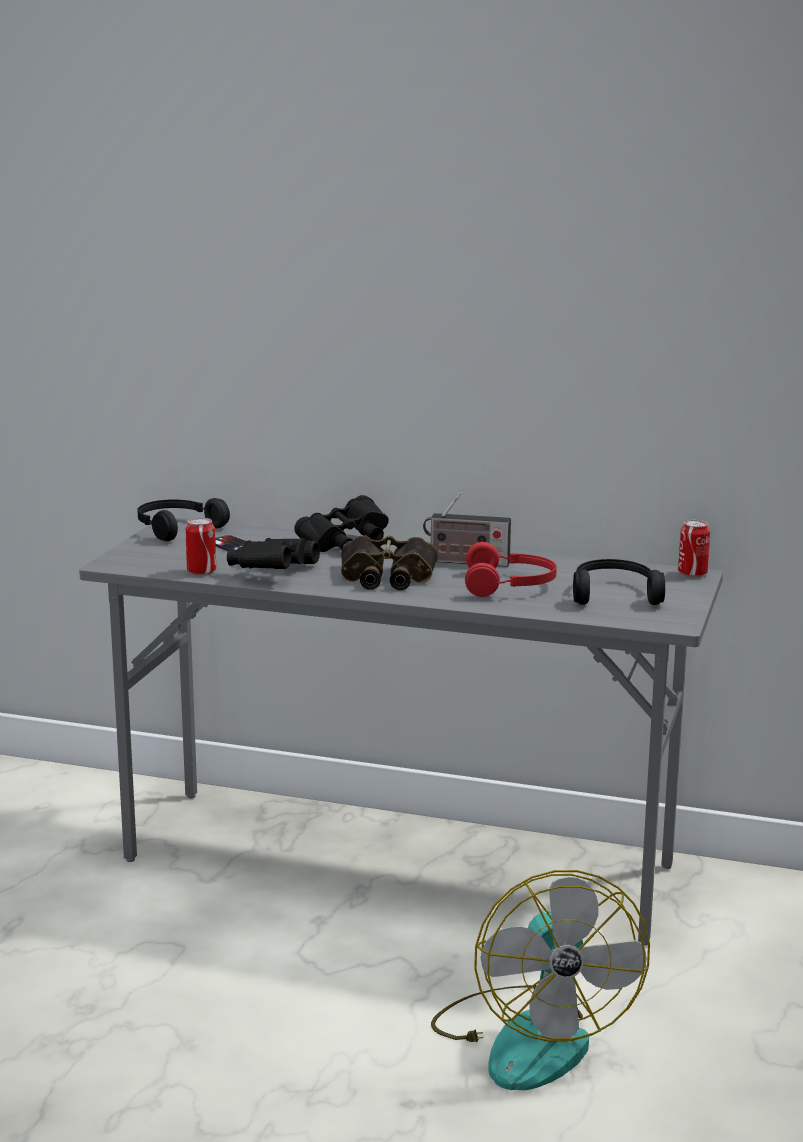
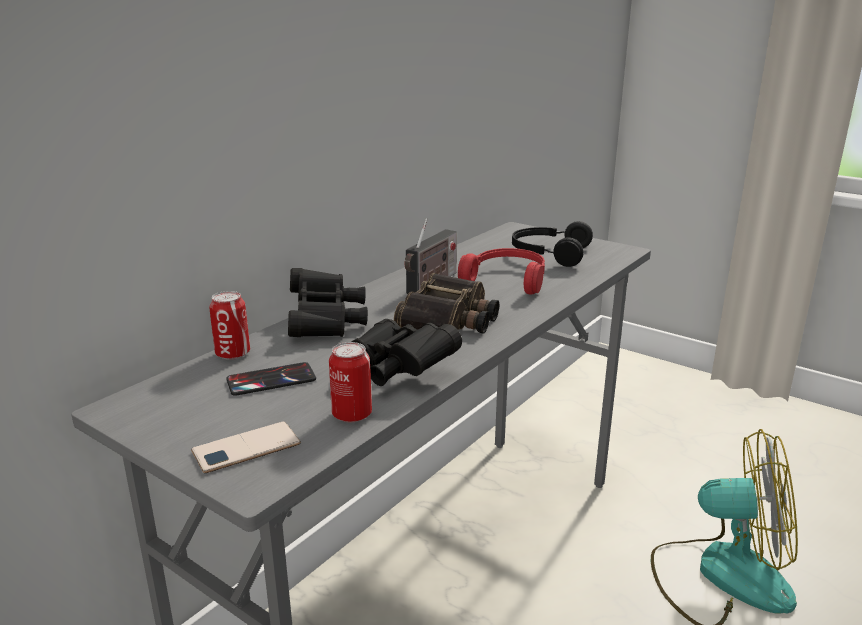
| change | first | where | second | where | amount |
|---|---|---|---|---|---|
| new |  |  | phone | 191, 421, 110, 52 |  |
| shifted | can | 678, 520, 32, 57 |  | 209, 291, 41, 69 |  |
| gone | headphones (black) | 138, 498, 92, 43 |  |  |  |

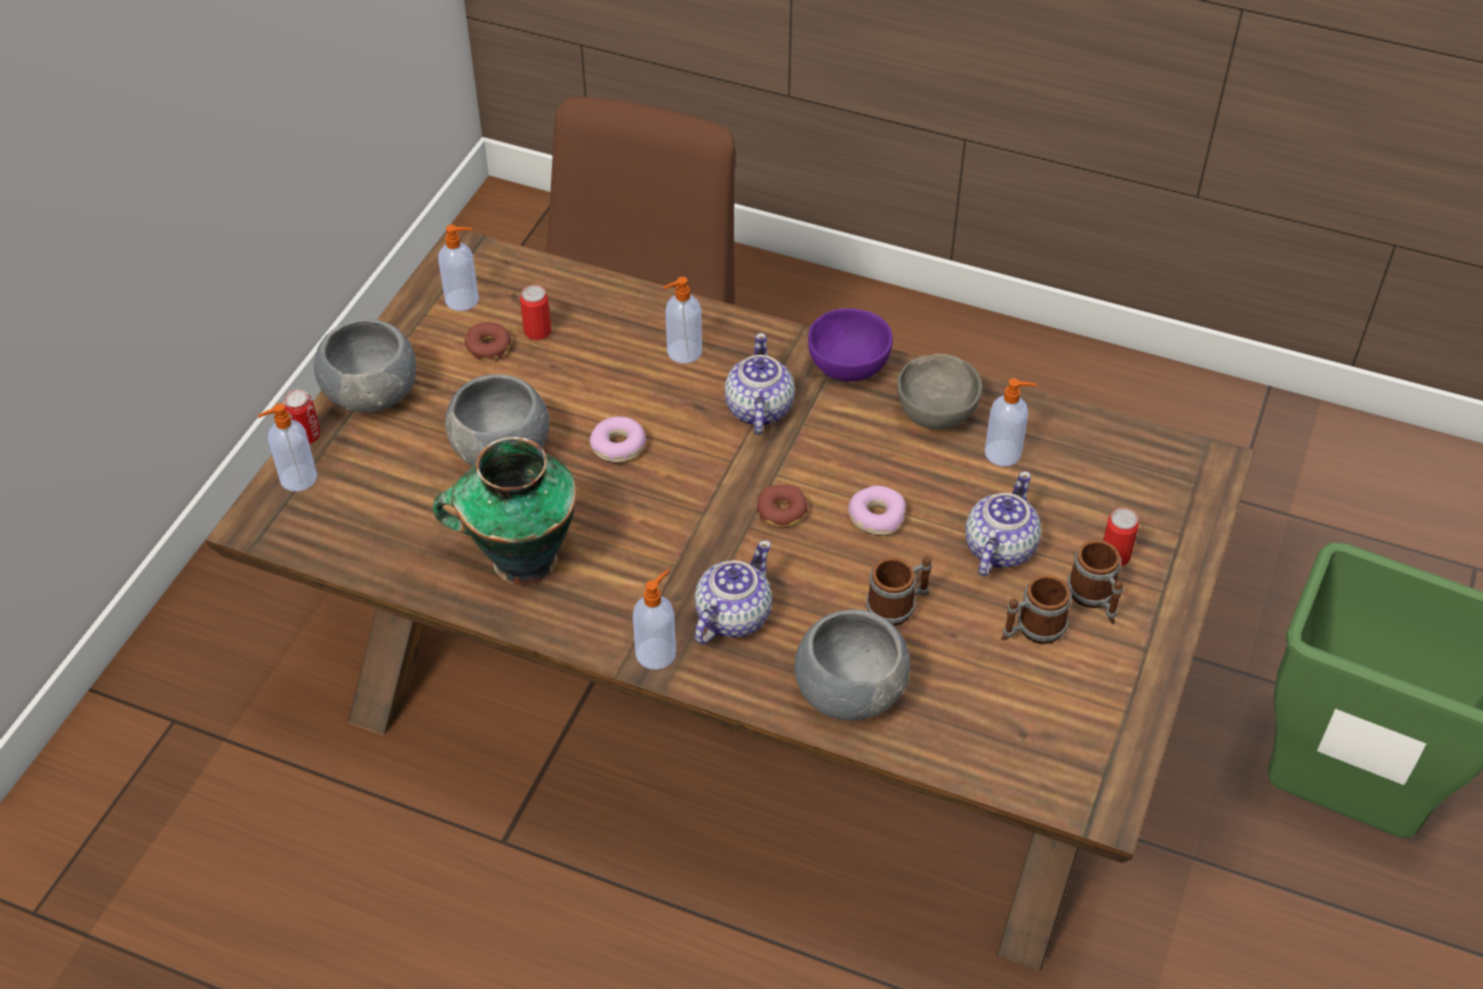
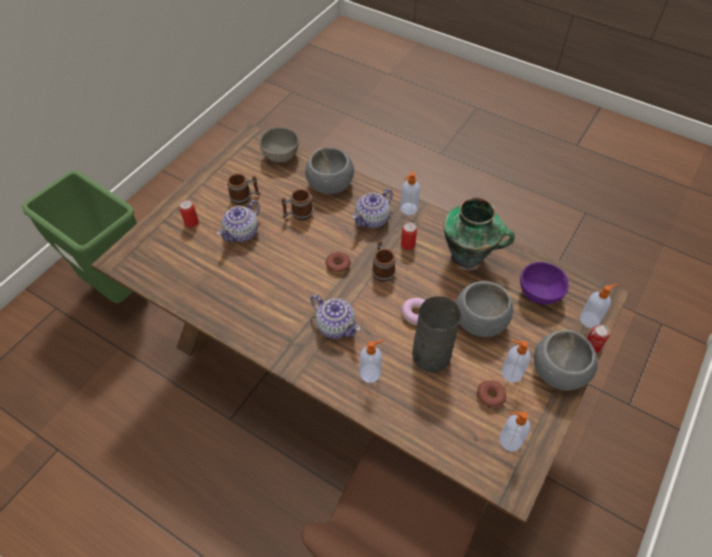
| change | first | where | second | where | amount |
|---|---|---|---|---|---|
| shifted | bowl (grey) | 897, 354, 85, 75 |  | 259, 127, 40, 35 |  |
| rotated | teapot | 724, 333, 71, 102 |  | 310, 295, 51, 44 | 60 degrees counterclockwise |
| shifted | mug | 1068, 540, 55, 84 |  | 372, 240, 24, 42 |  |
| shifted | can | 520, 285, 31, 55 |  | 401, 222, 16, 28 |  |
| new |  |  | vase (grey) | 412, 296, 49, 76 |  |
| shifted | soap dispenser | 985, 378, 52, 88 |  | 502, 340, 29, 43 |  |
| shifted | bowl (purple) | 808, 308, 85, 73 |  | 520, 262, 49, 43 |  |
| gone | donut | 848, 486, 58, 50 |  |  |  |

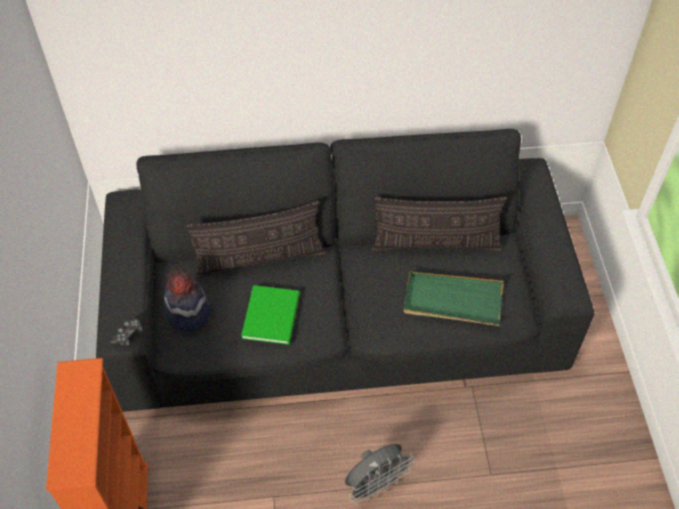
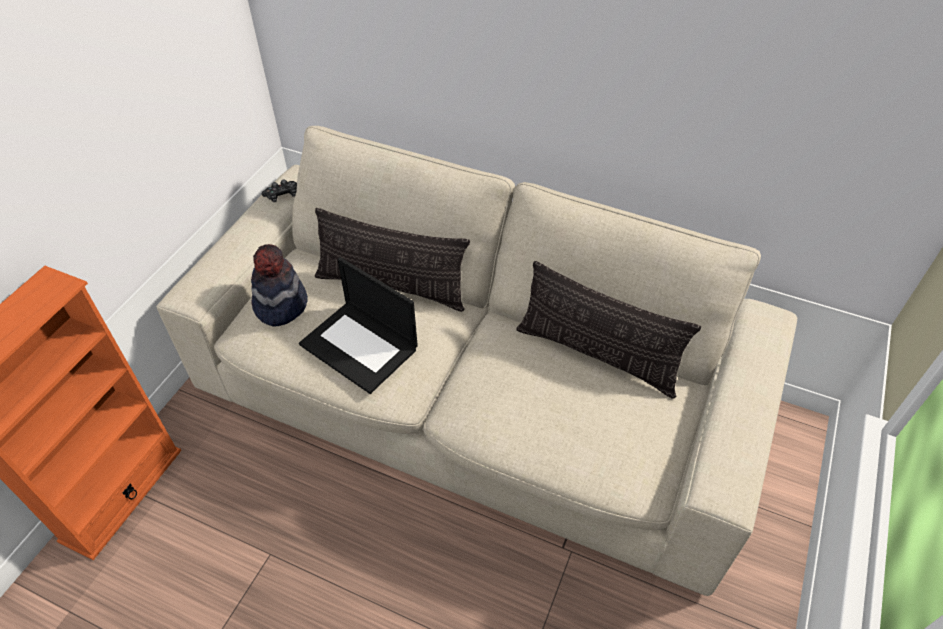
| change | first | where | second | where | amount |
|---|---|---|---|---|---|
| repainted | sofa (black) | 96, 129, 499, 283 | sofa (beige) | 156, 126, 641, 470 |  |
| shifted | game controller | 108, 317, 34, 29 |  | 262, 179, 35, 23 |  |
| swapped | book (green) | 241, 285, 59, 60 | laptop | 299, 257, 119, 137 |  |
| gone | fan (grey) | 345, 444, 70, 60 |  |  |  |
| gone | tray (green) | 404, 271, 100, 55 |  |  |  |

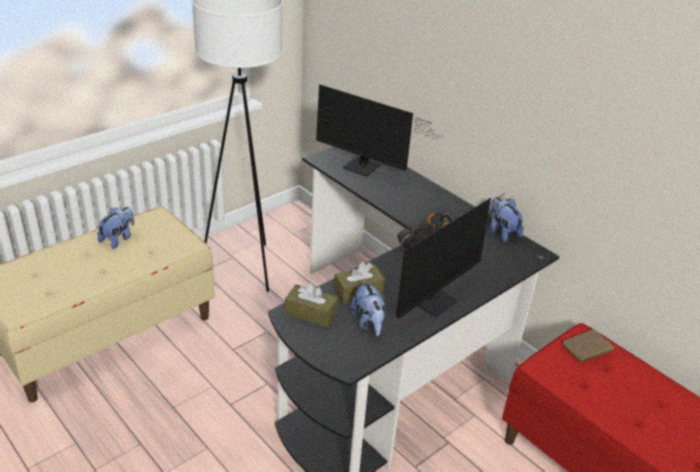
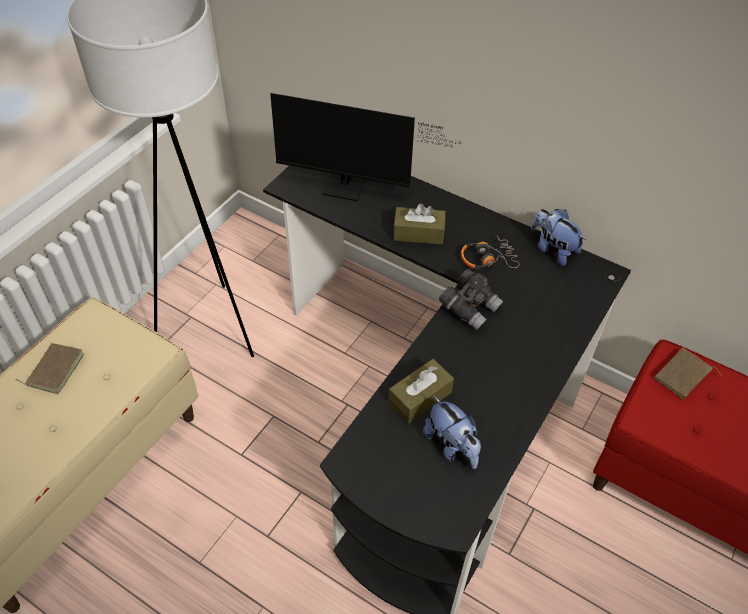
| change | first | where | second | where | amount |
|---|---|---|---|---|---|
| swapped | plush toy | 97, 207, 37, 42 | book (brown) | 17, 343, 67, 51 |  |
| shifted | tissue box (brown) | 285, 283, 53, 44 |  | 393, 203, 53, 41 |  |
| gone | monitor | 396, 193, 114, 125 |  |  |  |

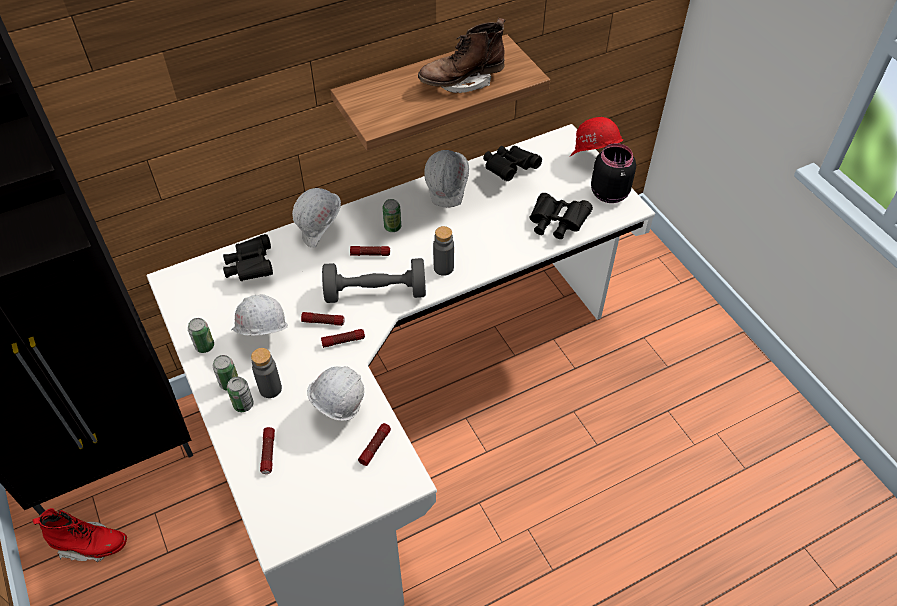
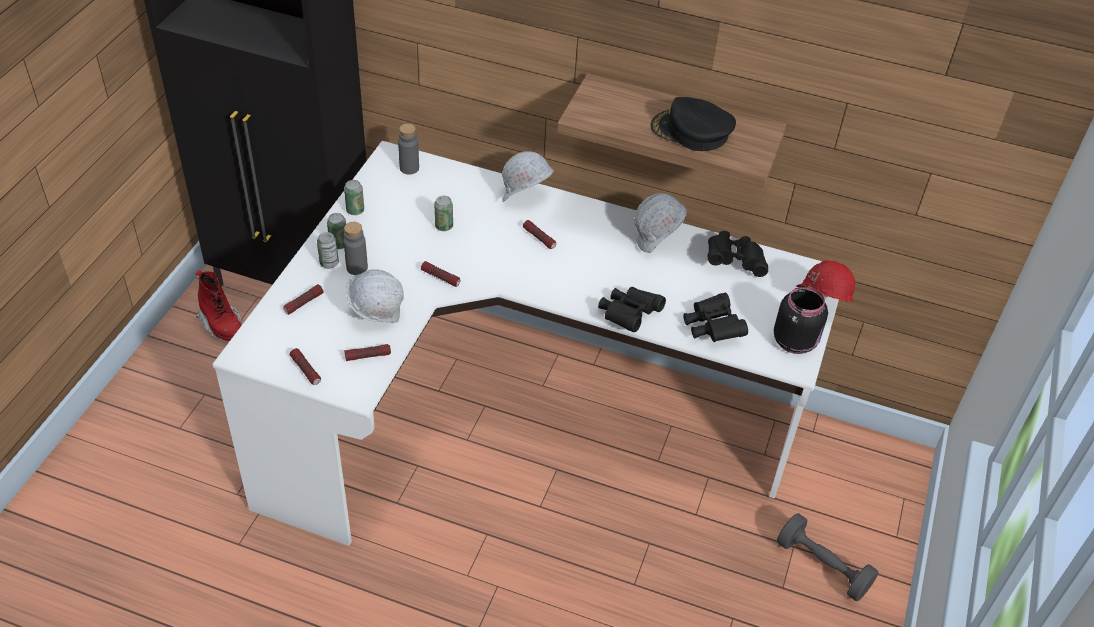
| change | first | where | second | where | amount |
|---|---|---|---|---|---|
| shifted | flashlight | 301, 312, 44, 14 |  | 290, 348, 31, 37 |  |
| shifted | bottle (grey) | 433, 226, 21, 50 |  | 398, 124, 21, 51 |  |
| shifted | can | 383, 199, 18, 33 |  | 434, 196, 19, 35 |  |
| shifted | binoculars (black) | 223, 234, 50, 47 |  | 598, 287, 68, 45 |  |
| swapped | boot (brown) | 418, 18, 88, 75 | cap (black) | 650, 97, 86, 54 |  |
| shifted | dumbbell (grey) | 322, 258, 104, 45 |  | 777, 513, 101, 88 |  |
| gone | hard hat (white) | 231, 294, 57, 42 |  |  |  |

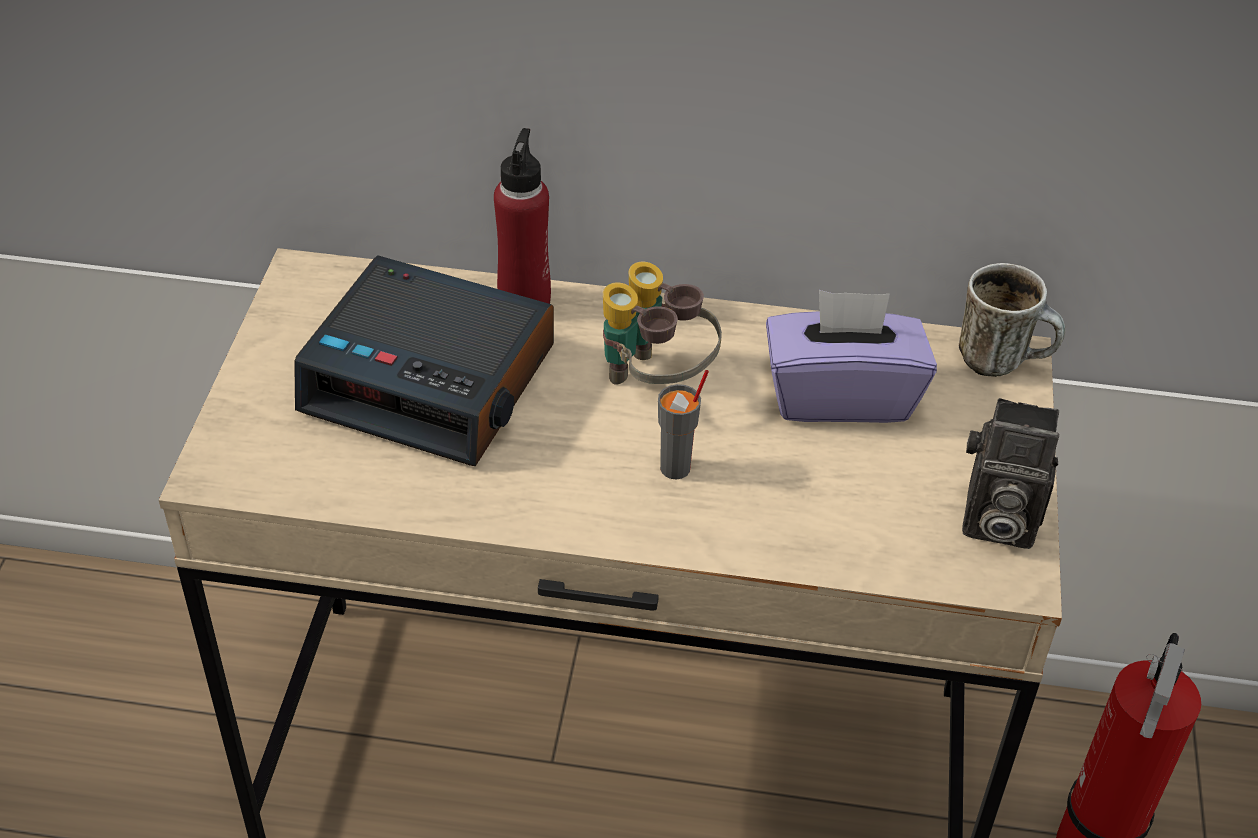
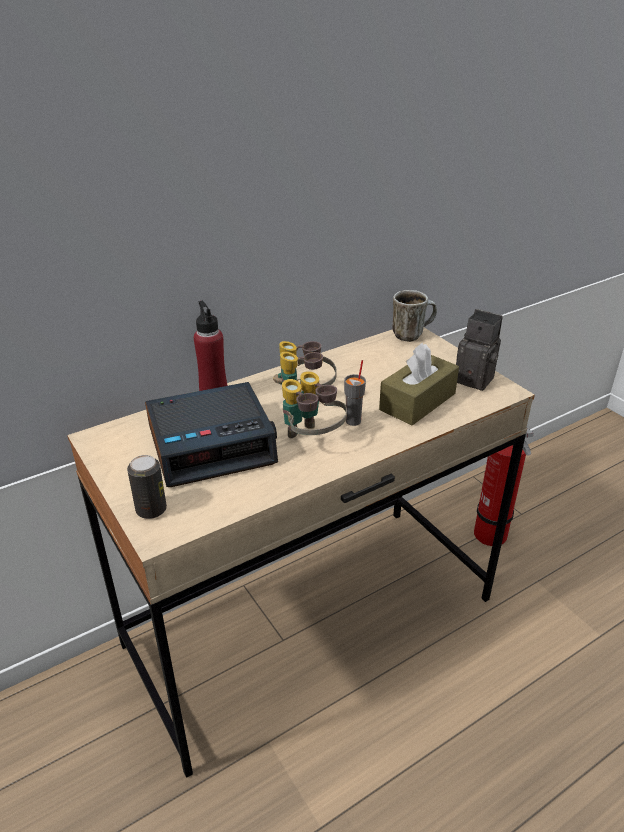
| change | first | where | second | where | amount |
|---|---|---|---|---|---|
| new |  |  | can | 127, 455, 40, 64 |  |
| new |  |  | binoculars | 282, 371, 65, 67 |  |
| new |  |  | tissue box (brown) | 379, 343, 80, 82 |  |
| rotated | photo camera | 962, 398, 97, 151 |  | 456, 309, 47, 82 | 120 degrees counterclockwise |
| gone | tissue box (purple) | 766, 290, 171, 133 |  |  |  |

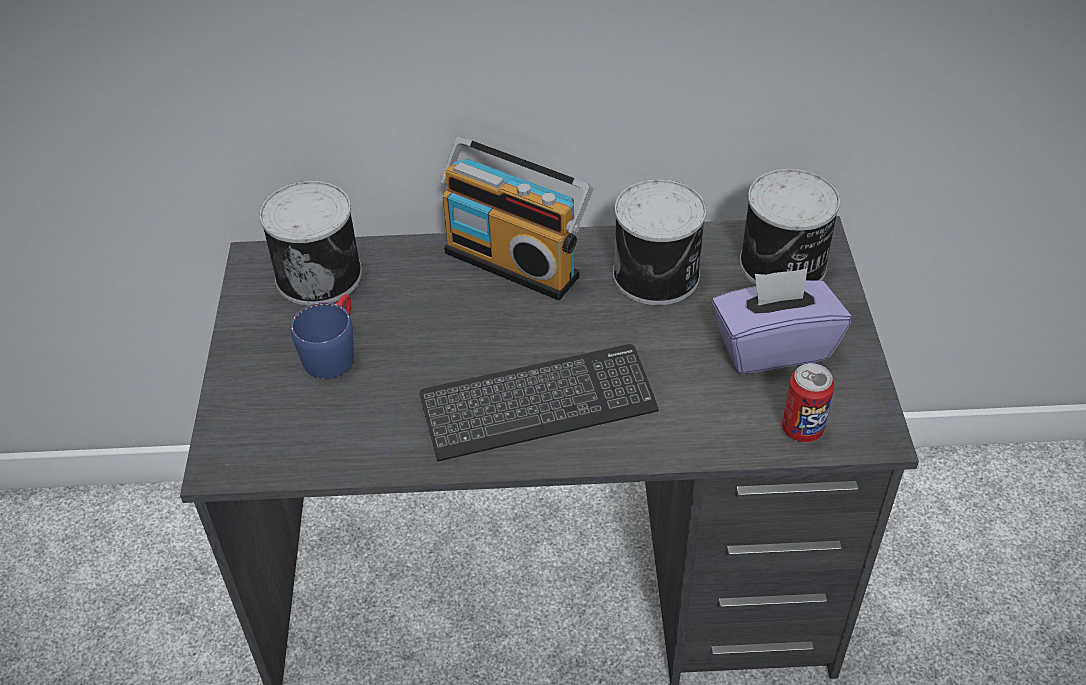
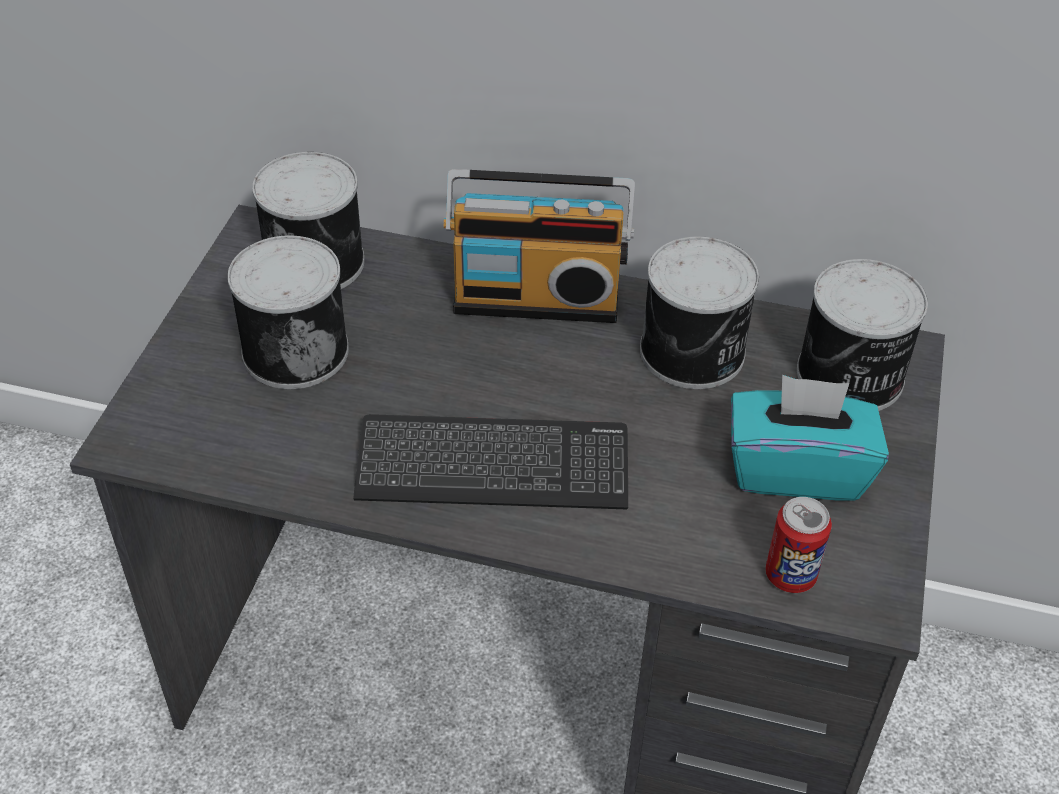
| change | first | where | second | where | amount |
|---|---|---|---|---|---|
| swapped | mug (blue) | 291, 294, 63, 85 | can | 227, 235, 122, 154 |  |
| rotated | radio | 441, 136, 152, 164 |  | 444, 169, 191, 154 | 45 degrees counterclockwise |
| repainted | tissue box (purple) | 712, 268, 139, 106 | tissue box (turquoise) | 731, 375, 158, 126 |  |

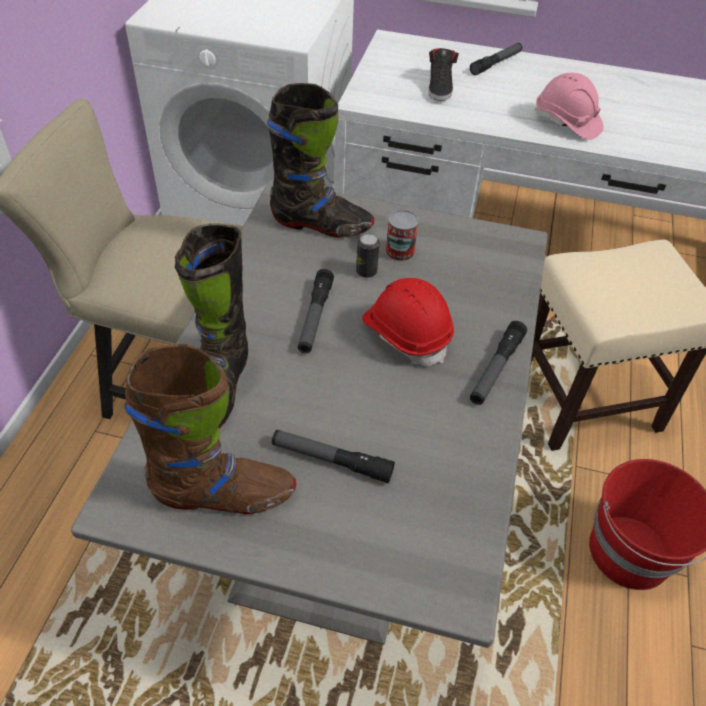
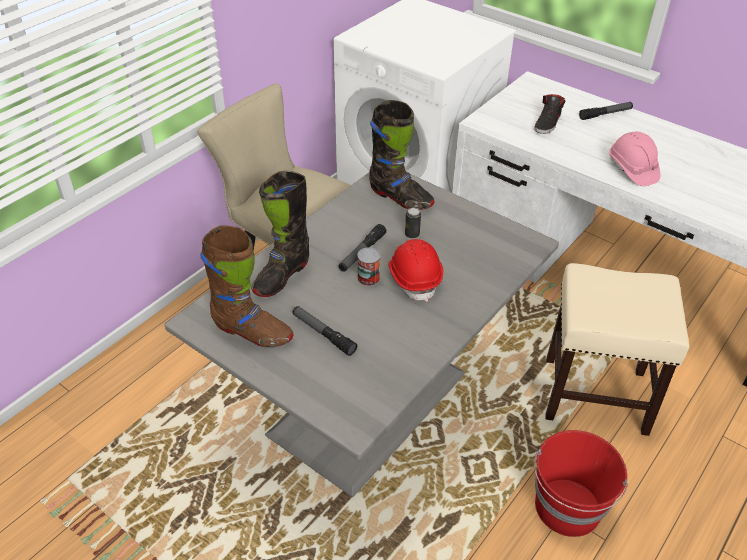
| change | first | where | second | where | amount |
|---|---|---|---|---|---|
| shifted | can | 386, 210, 33, 52 |  | 357, 247, 24, 39 |  |
| gone | flashlight | 470, 321, 57, 84 |  |  |  |

